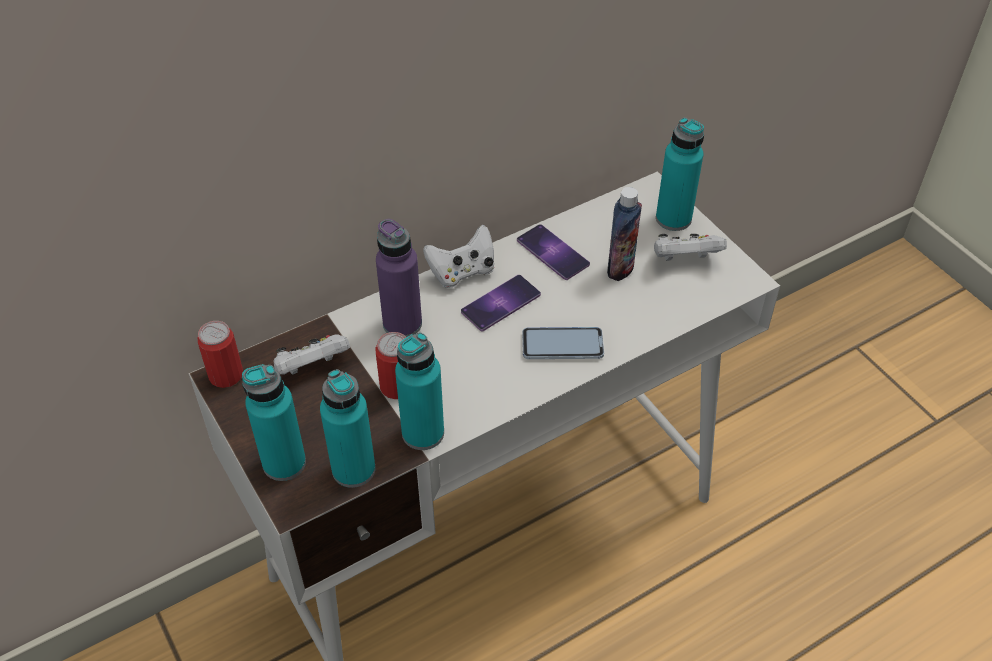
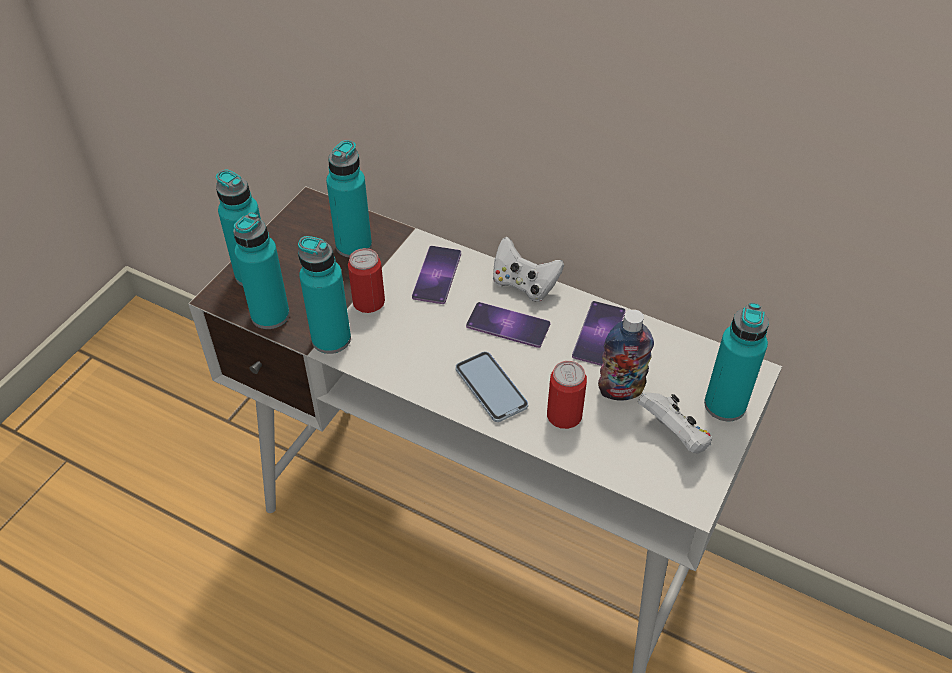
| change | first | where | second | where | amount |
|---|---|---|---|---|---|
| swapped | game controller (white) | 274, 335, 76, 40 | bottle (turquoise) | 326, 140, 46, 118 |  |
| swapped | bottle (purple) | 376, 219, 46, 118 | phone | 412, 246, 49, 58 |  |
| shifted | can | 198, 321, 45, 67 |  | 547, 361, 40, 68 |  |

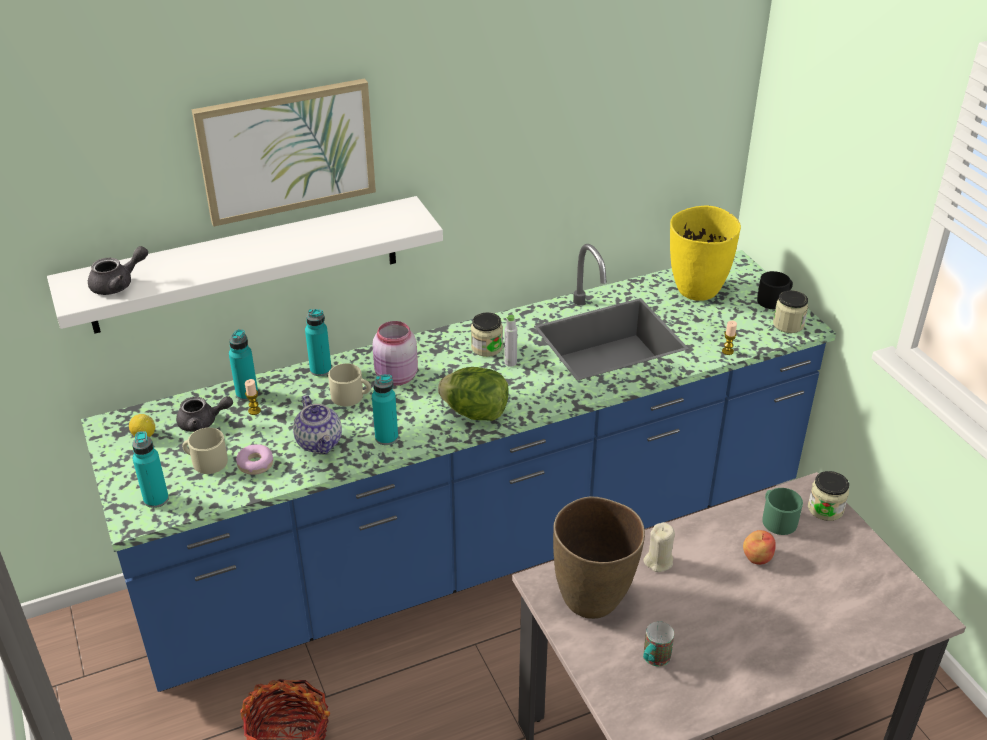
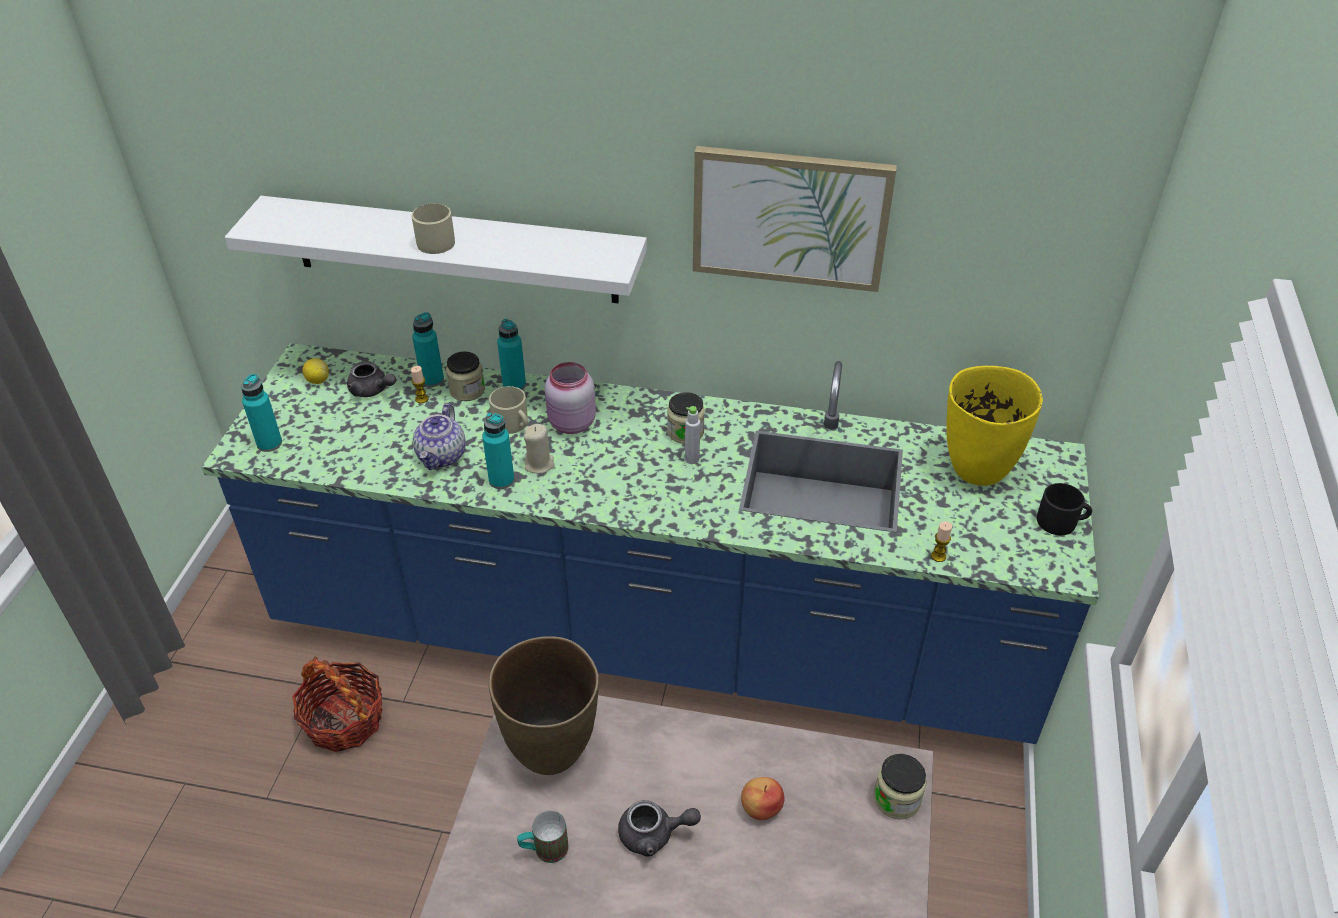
| change | first | where | second | where | amount |
|---|---|---|---|---|---|
| shifted | mug (beige) | 182, 428, 46, 46 |  | 411, 204, 44, 50 |  |
| shifted | jar | 773, 290, 35, 43 |  | 446, 351, 39, 50 |  |
| shifted | candle (beige) | 644, 522, 31, 50 |  | 524, 424, 31, 50 |  |
| shifted | teapot (grey) | 88, 246, 60, 49 |  | 618, 800, 83, 56 |  |
| shifted | picture | 192, 78, 184, 149 |  | 693, 146, 204, 146 |  |
| gone | donut | 236, 444, 37, 31 |  |  |  |
| gone | lettuce | 438, 367, 71, 54 |  |  |  |
| gone | mug (green) | 762, 488, 41, 47 |  |  |  |

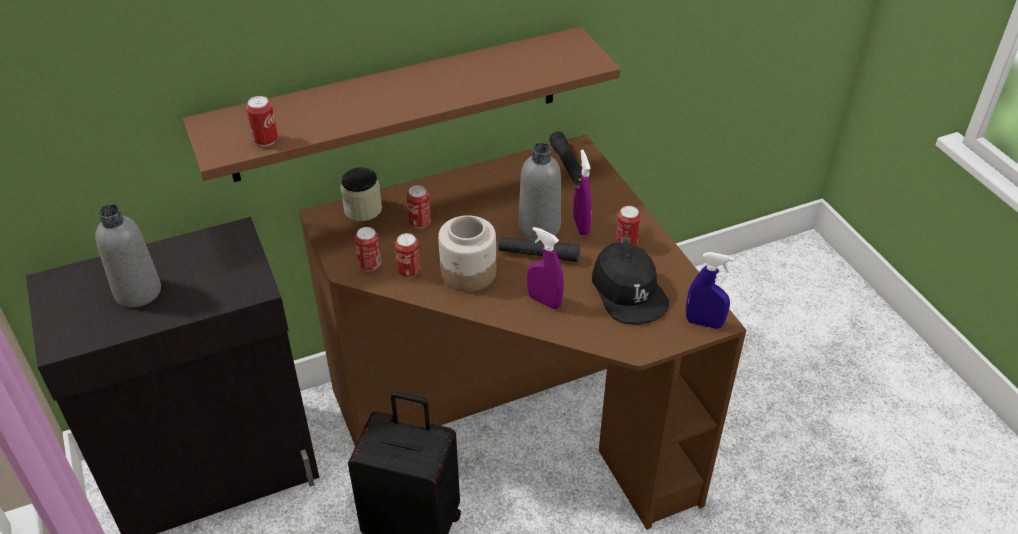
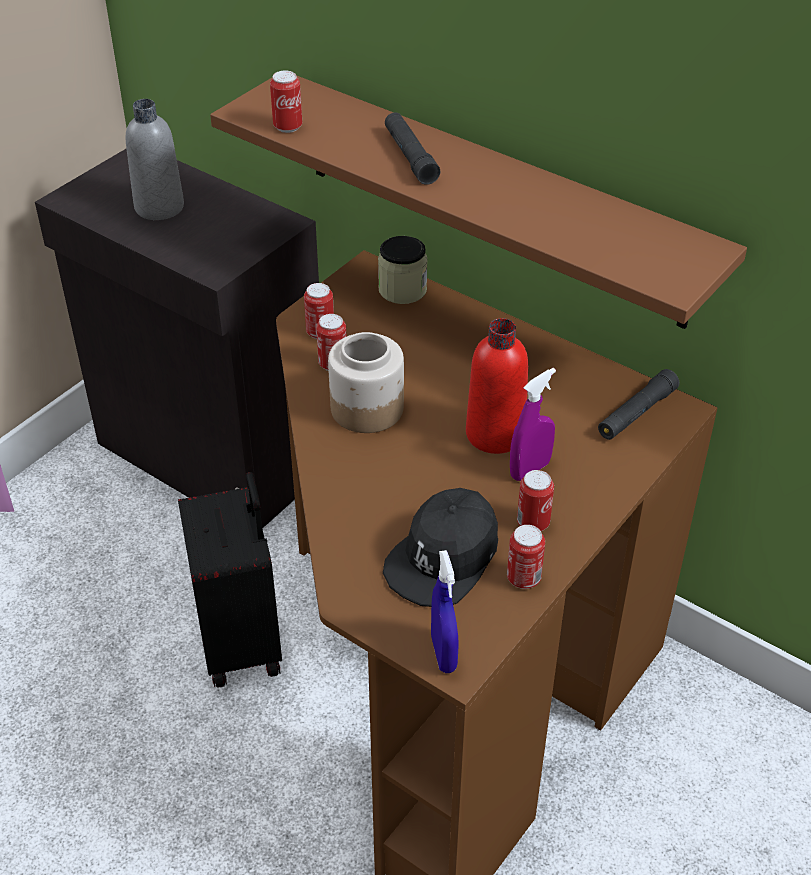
| change | first | where | second | where | amount |
|---|---|---|---|---|---|
| shifted | flashlight (black) | 499, 237, 81, 25 |  | 385, 112, 55, 73 |  |
| repainted | bottle (grey) | 518, 143, 43, 97 | bottle (red) | 466, 318, 62, 136 |  |
| shifted | can | 407, 185, 24, 43 |  | 507, 525, 38, 64 |  |
| gone | spray bottle (purple) | 527, 227, 37, 82 |  |  |  |

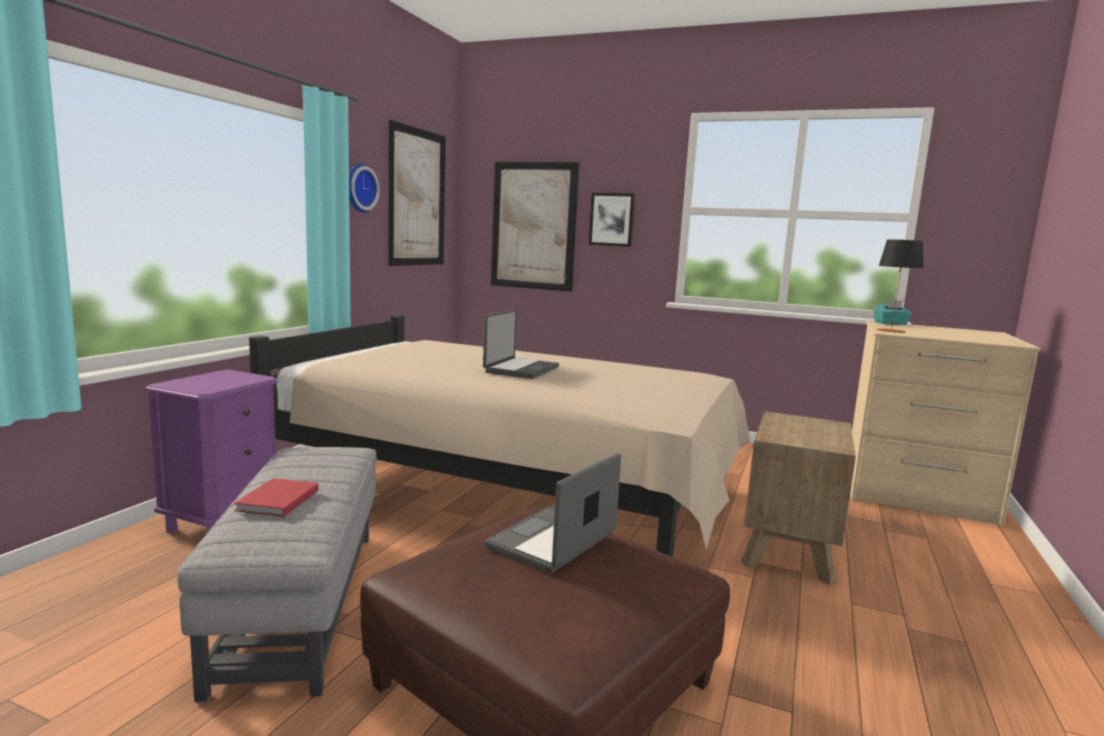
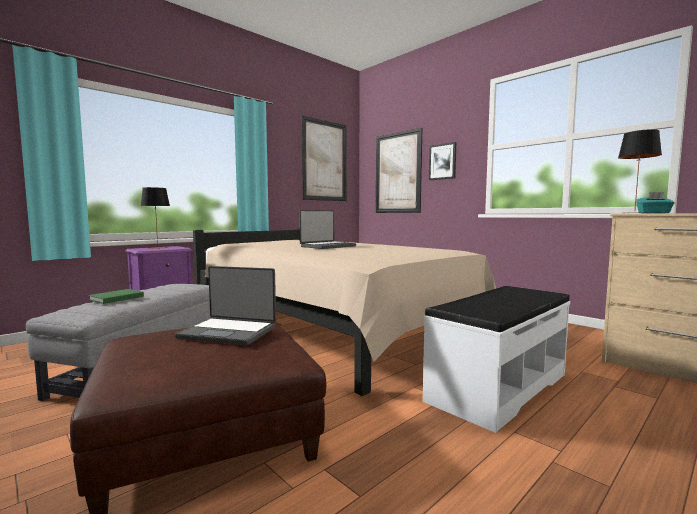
| change | first | where | second | where | amount |
|---|---|---|---|---|---|
| repainted | book (red) | 234, 478, 85, 39 | book (green) | 88, 289, 56, 15 |  |
| new |  |  | table lamp | 141, 187, 29, 62 |  |
| rotated | laptop | 484, 453, 137, 120 |  | 175, 266, 101, 79 | 135 degrees counterclockwise |
| swapped | nightstand (brown) | 741, 411, 115, 174 | bench (white) | 423, 286, 147, 147 |  |
| gone | wall clock | 349, 164, 31, 49 |  |  |  |

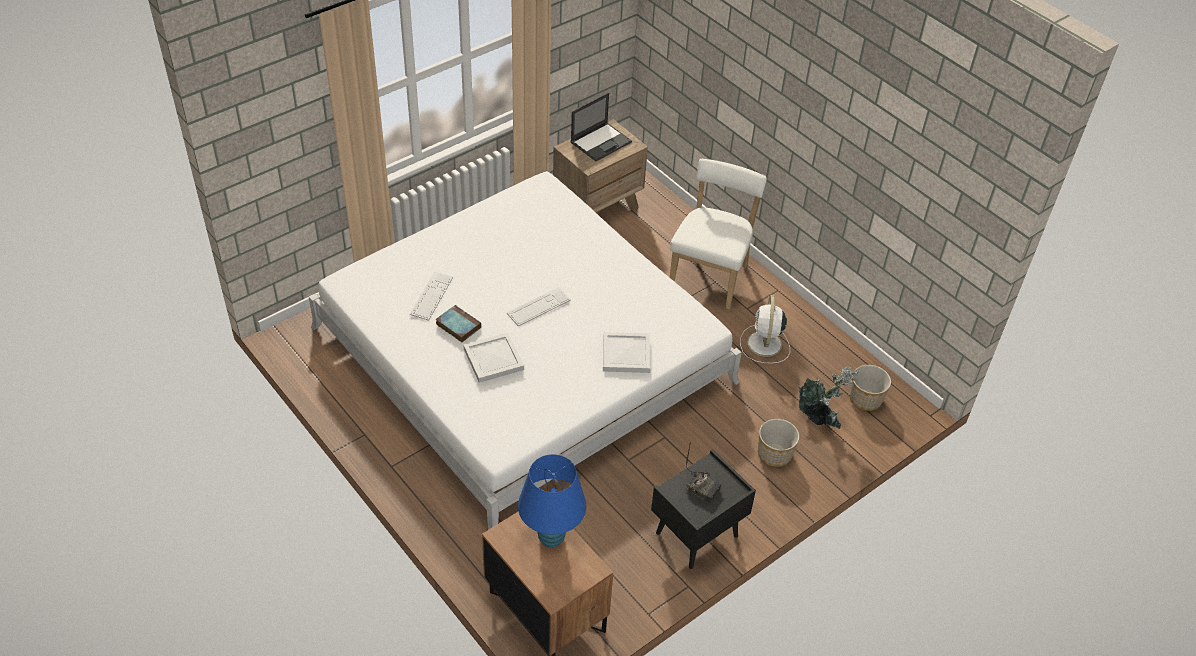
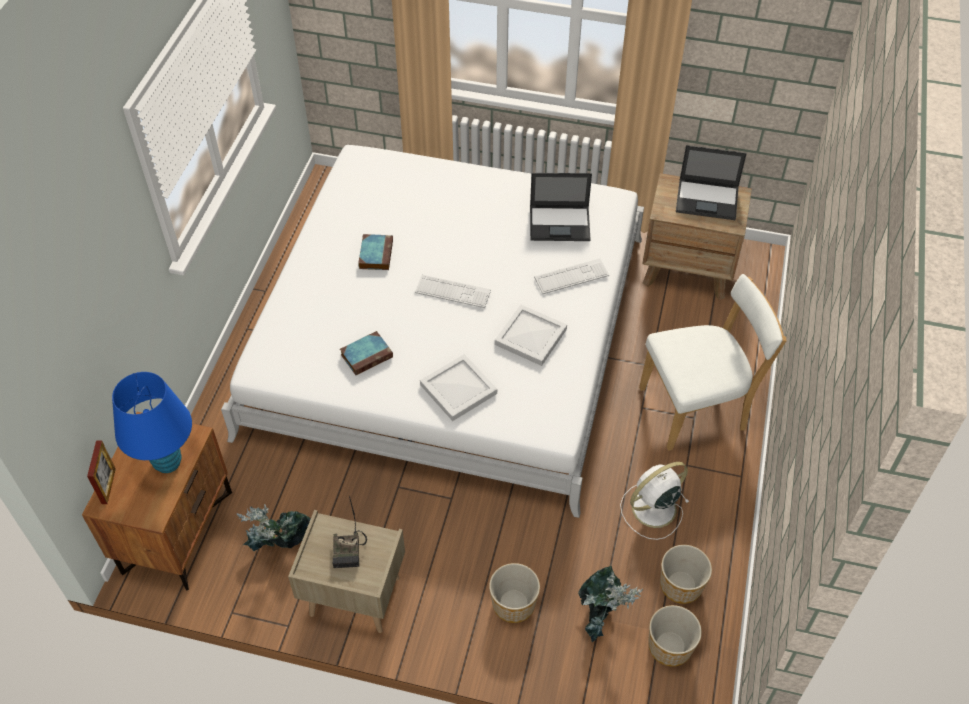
| change | first | where | second | where | amount |
|---|---|---|---|---|---|
| new |  |  | picture frame | 87, 440, 29, 64 |  |
| new |  |  | potted plant | 237, 504, 74, 47 |  |
| repainted | nightstand (black) | 651, 449, 105, 120 | nightstand (beige) | 288, 510, 117, 123 |  |
| new |  |  | book | 340, 331, 53, 44 |  |
| shifted | tray (white) | 463, 333, 61, 50 |  | 495, 305, 72, 61 |  |
| new |  |  | laptop | 530, 173, 62, 68 |  |
| shifted | keyboard | 410, 271, 43, 50 |  | 534, 259, 75, 35 |  |
| new |  |  | planter | 660, 545, 52, 59 |  |

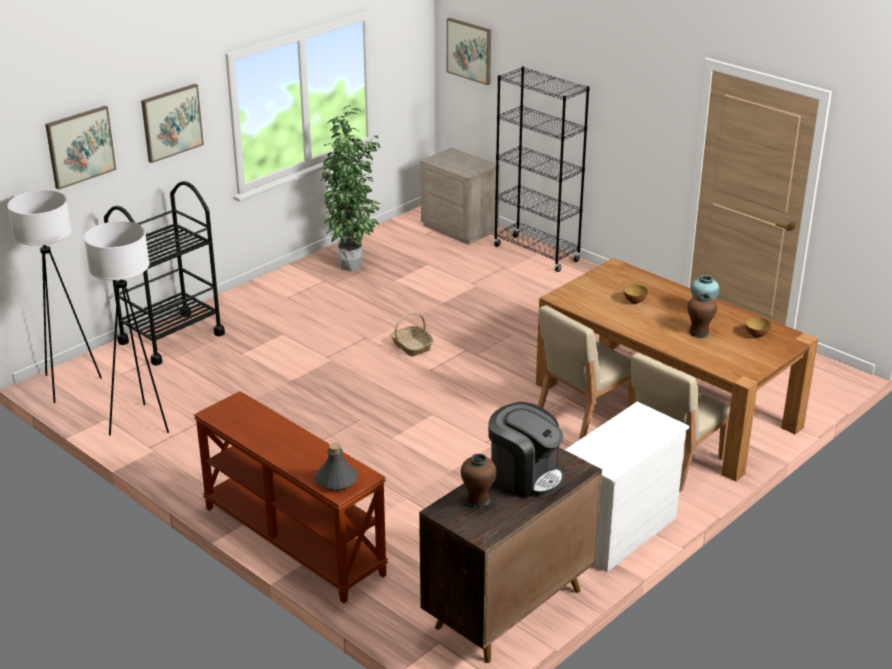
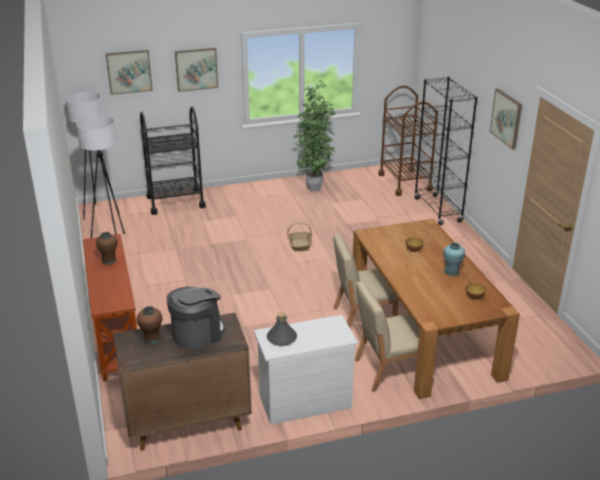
| change | first | where | second | where | amount |
|---|---|---|---|---|---|
| shifted | vase (brown) | 687, 293, 30, 45 |  | 96, 232, 22, 33 |  |
| rotated | coffee machine | 488, 402, 76, 96 |  | 167, 287, 58, 63 | 105 degrees counterclockwise |
| shifted | bottle (grey) | 315, 443, 43, 48 |  | 267, 312, 30, 34 |  |
| swapped | nightstand (beige) | 420, 148, 80, 97 | cart (brown) | 378, 86, 60, 110 |  |
| shifted | picture | 447, 18, 44, 67 |  | 490, 89, 32, 61 |  |

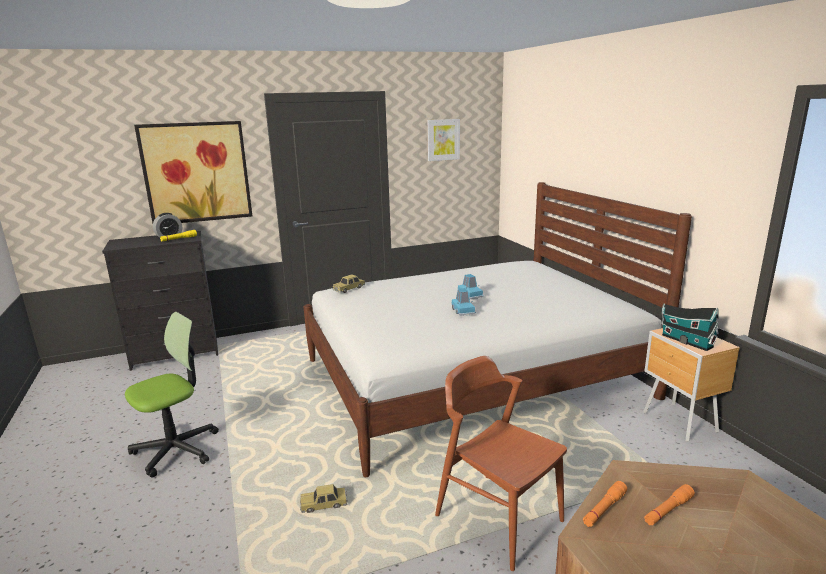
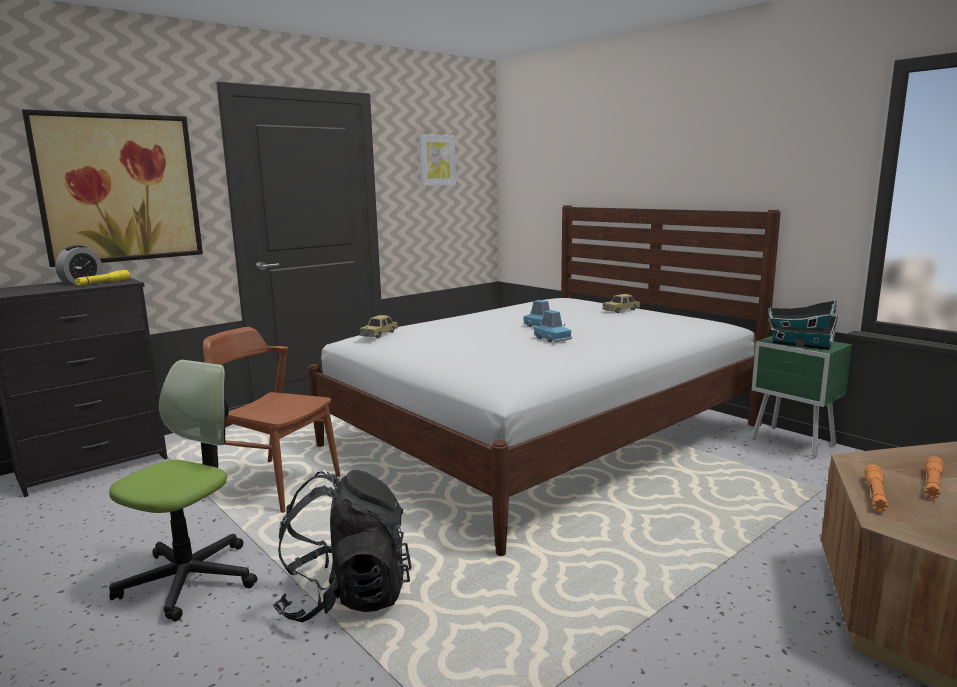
| change | first | where | second | where | amount |
|---|---|---|---|---|---|
| shifted | chair (brown) | 435, 356, 132, 215 |  | 203, 327, 137, 186 |  |
| new |  |  | backpack (black) | 273, 470, 139, 152 |  |
| shifted | toy car | 300, 484, 48, 29 |  | 602, 294, 38, 19 |  |
| repainted | nightstand (brown) | 643, 328, 97, 114 | nightstand (green) | 751, 336, 101, 122 |  |

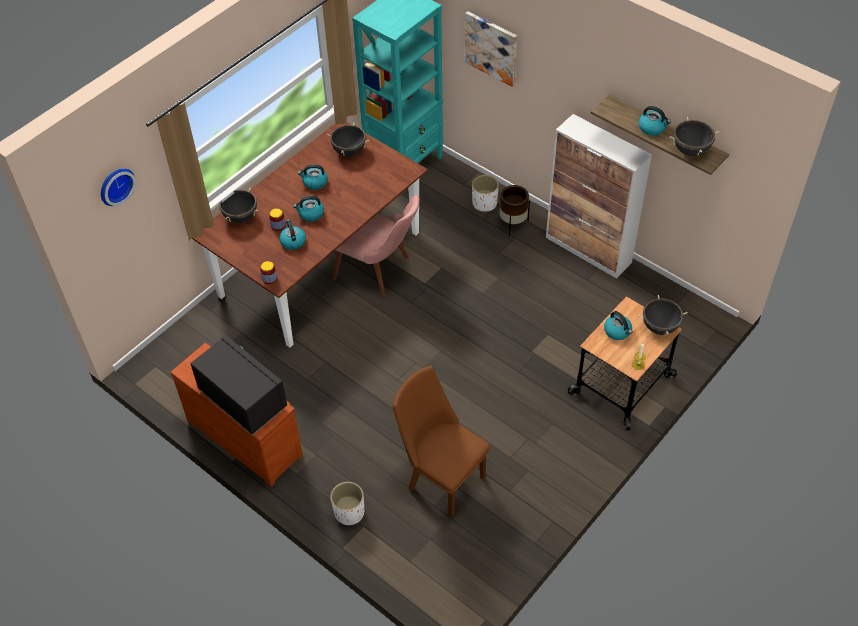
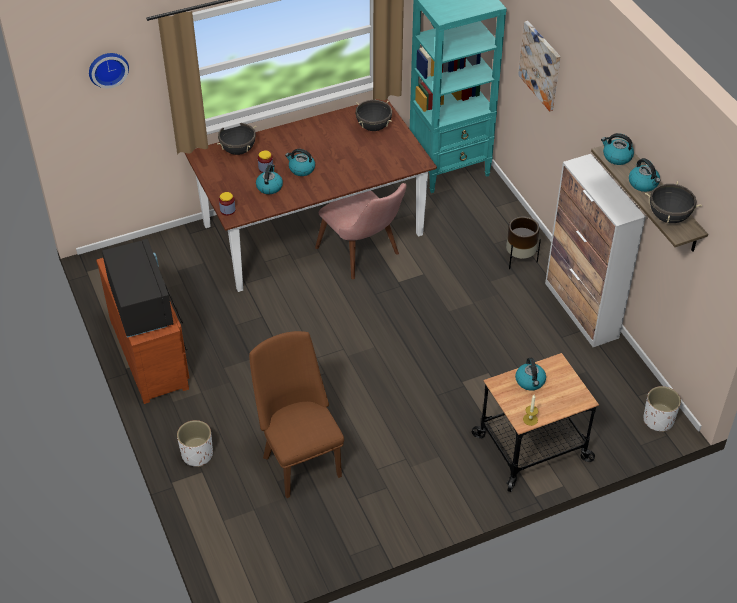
| change | first | where | second | where | amount |
|---|---|---|---|---|---|
| shifted | kettle | 298, 164, 30, 26 |  | 601, 133, 33, 32 |  |
| shifted | planter (white) | 472, 175, 27, 37 |  | 643, 386, 38, 46 |  |
| gone | cooking pot (black) | 638, 295, 50, 41 |  |  |  |

